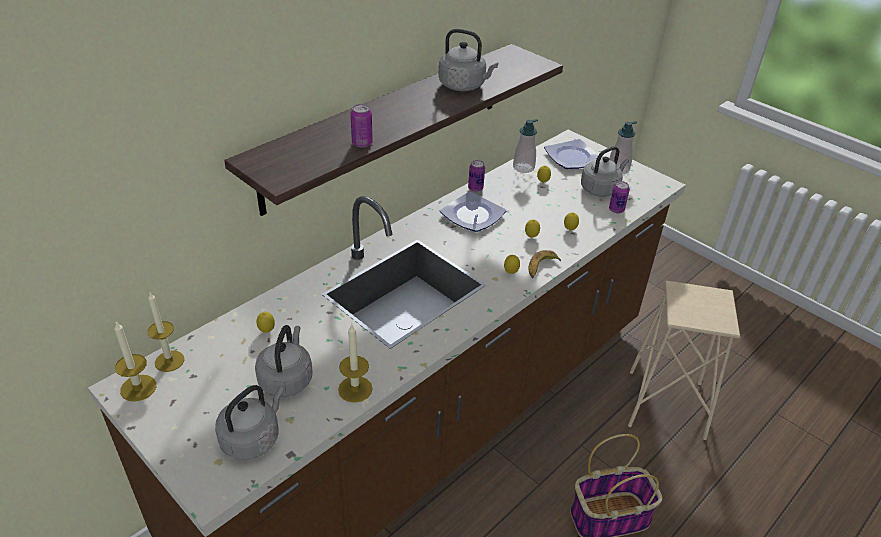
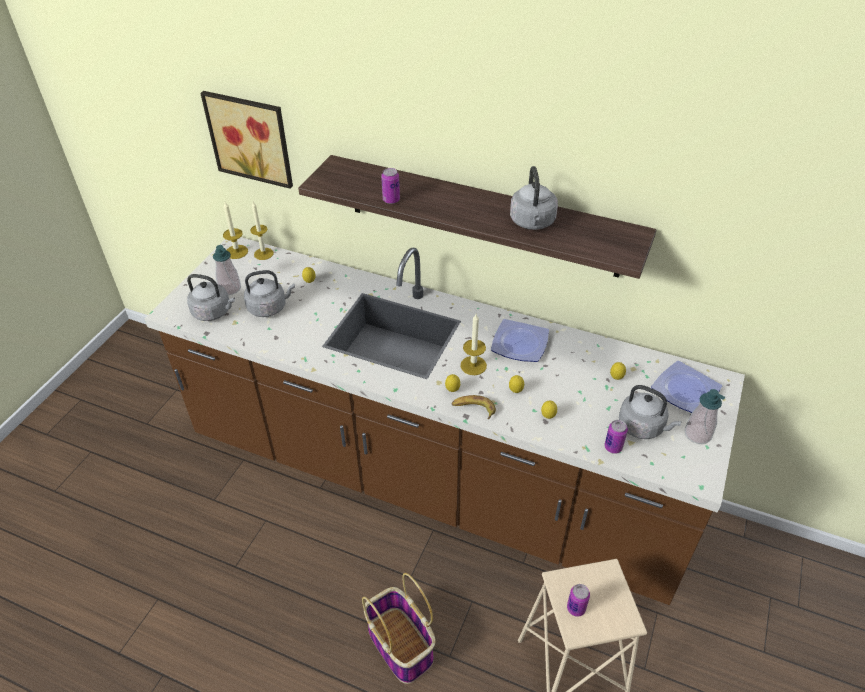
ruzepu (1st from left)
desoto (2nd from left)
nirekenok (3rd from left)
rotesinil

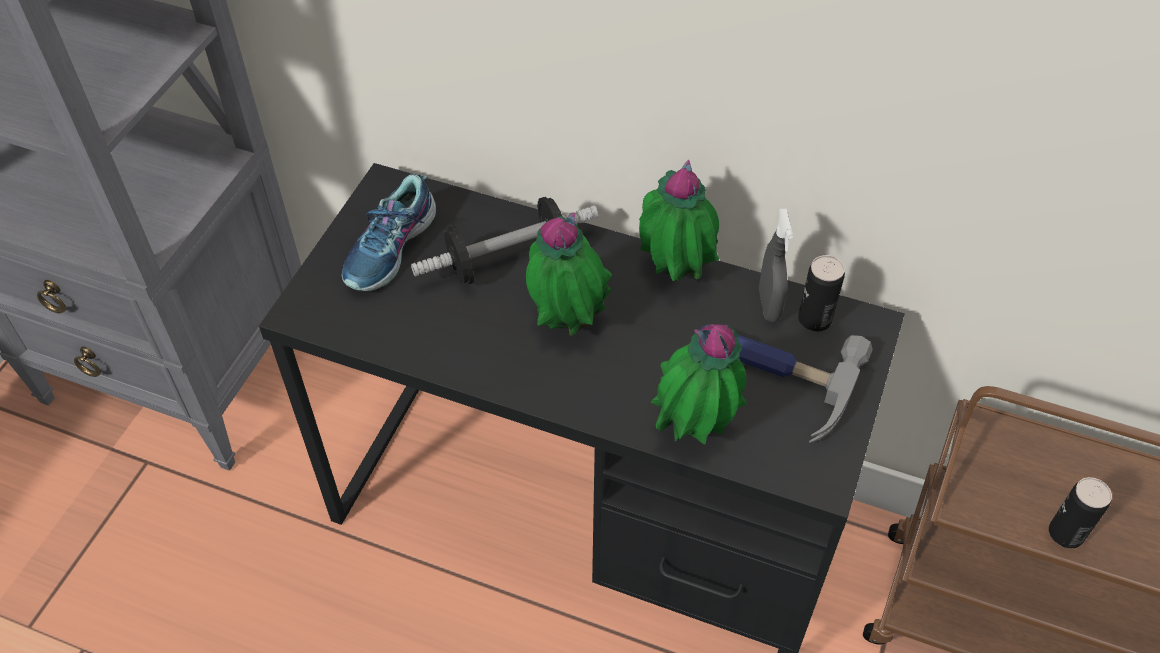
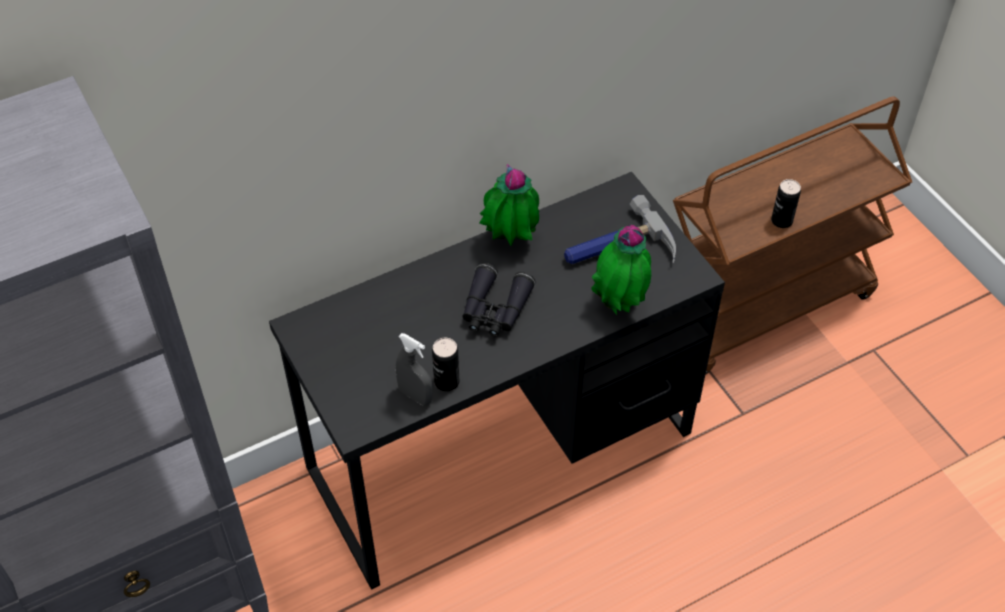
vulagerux
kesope
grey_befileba
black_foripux
desoto (1st from left)

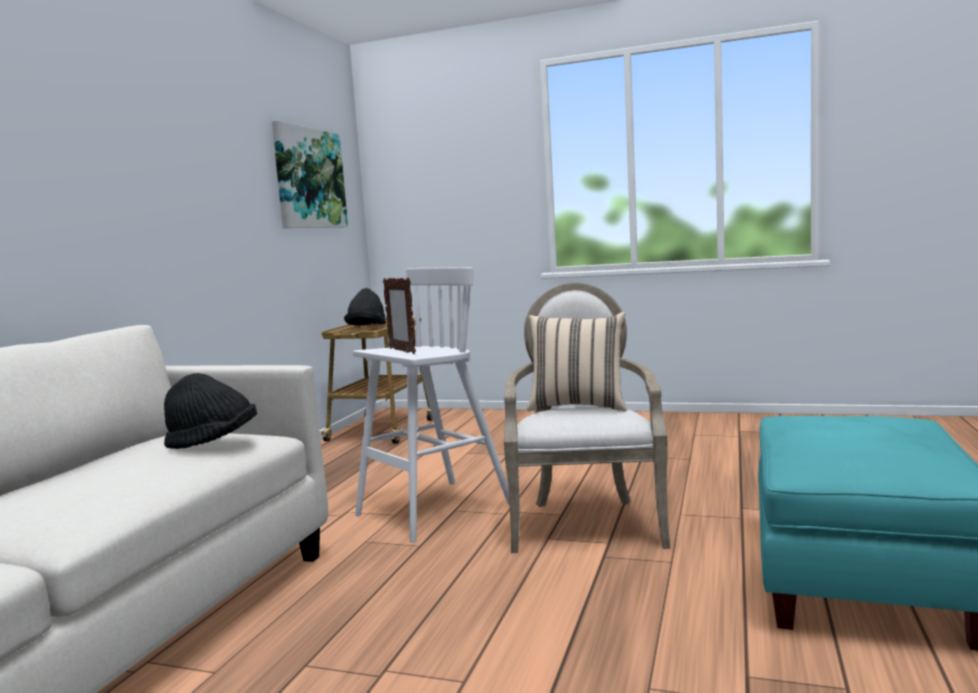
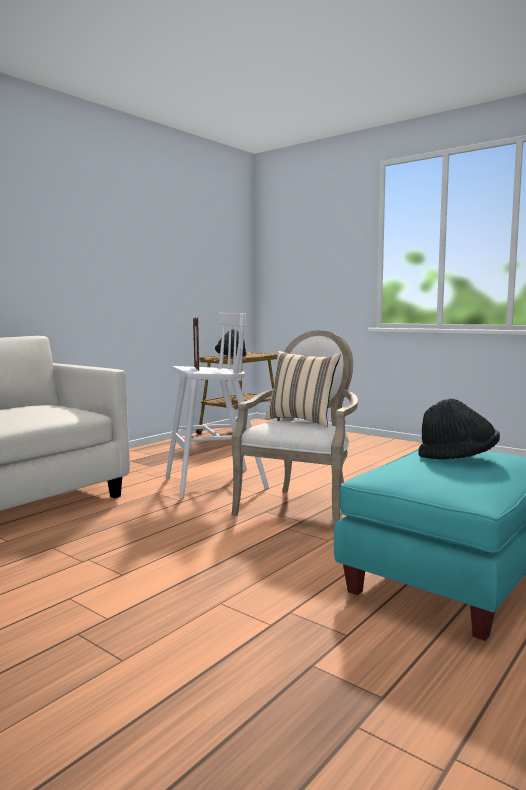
rotesinil
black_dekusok (2nd from left)

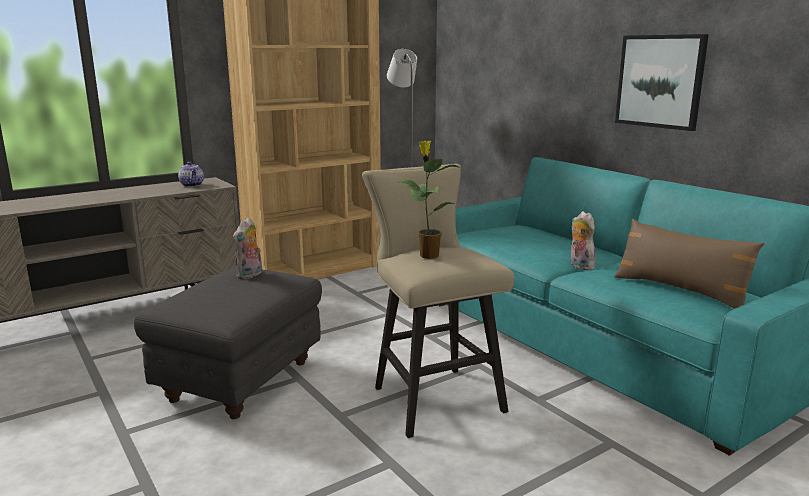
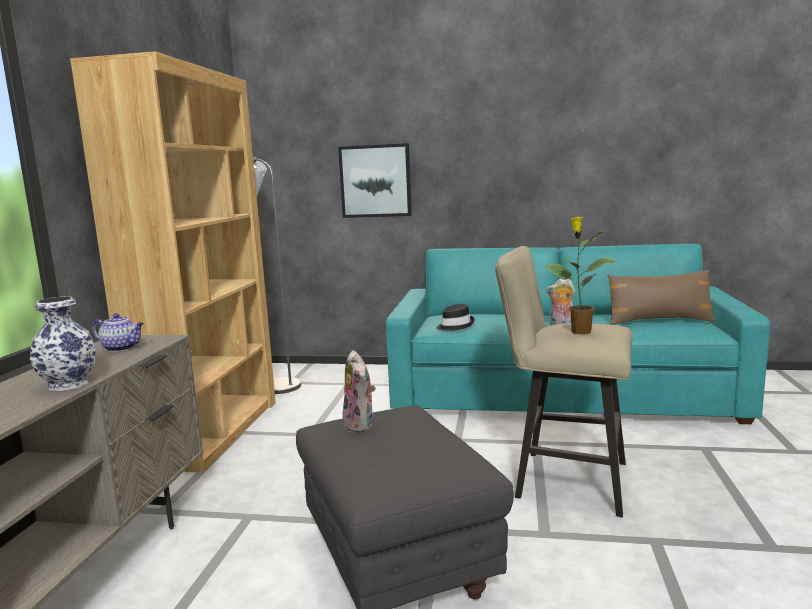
rotesinil
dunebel
black_dekusok

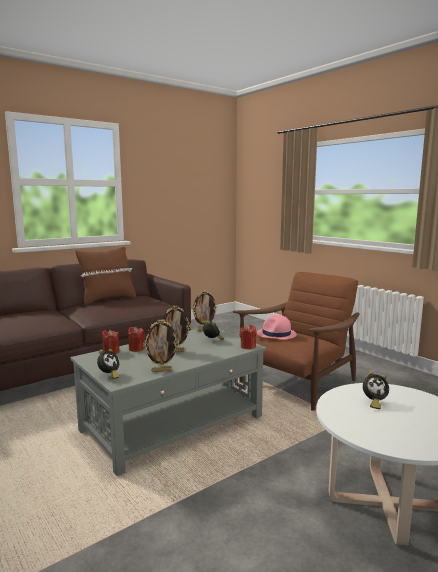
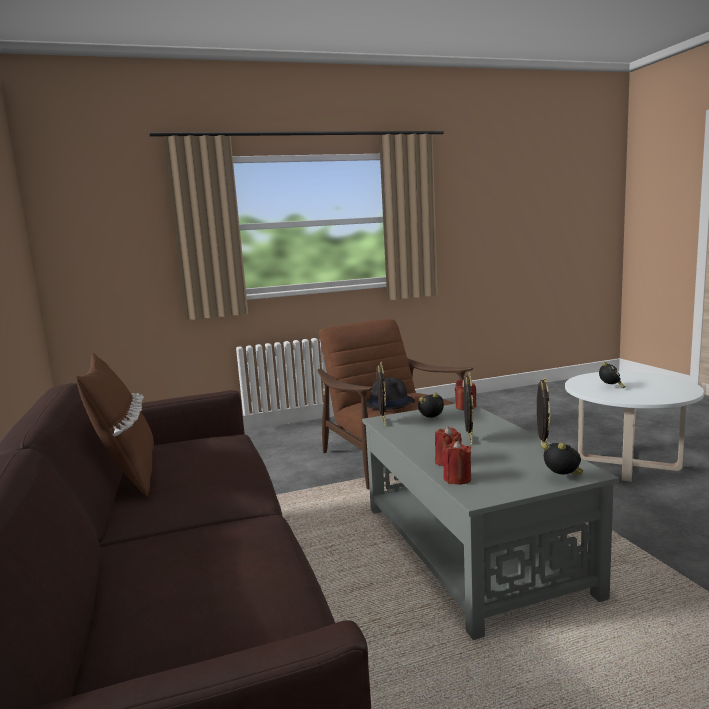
black_dekusok

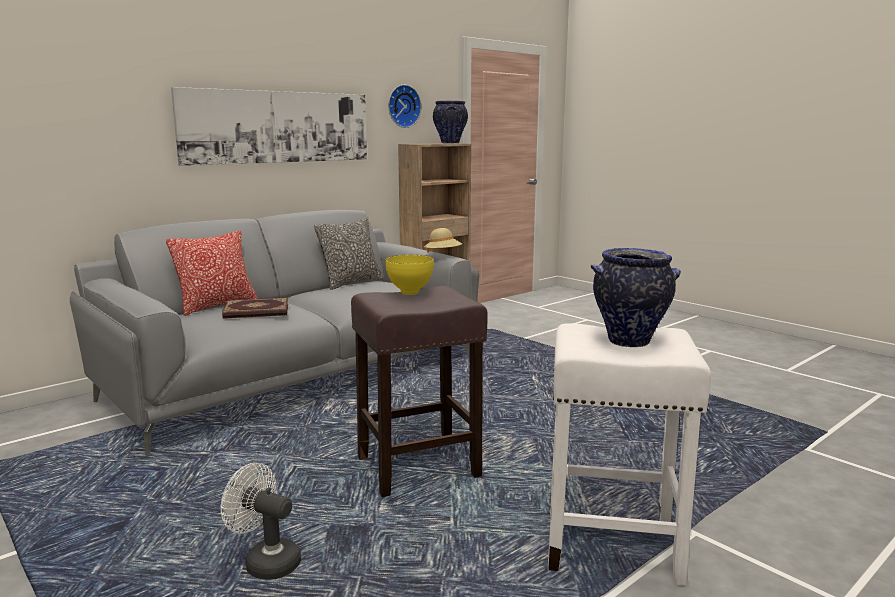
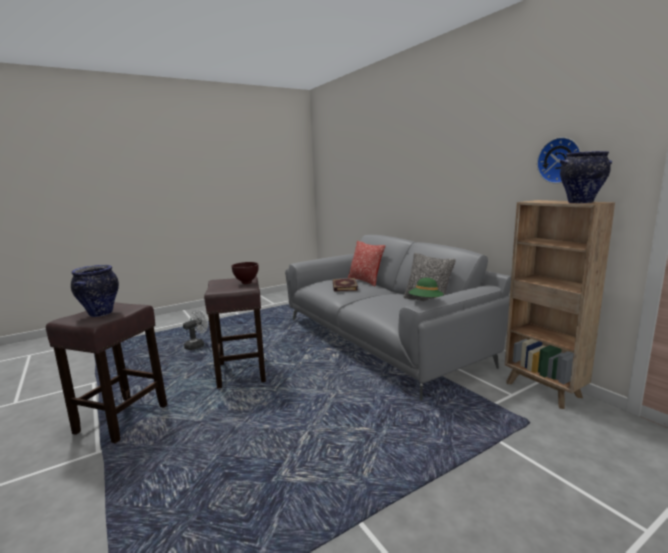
rotesinil
green_dekusok
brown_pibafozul
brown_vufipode (1st from left)

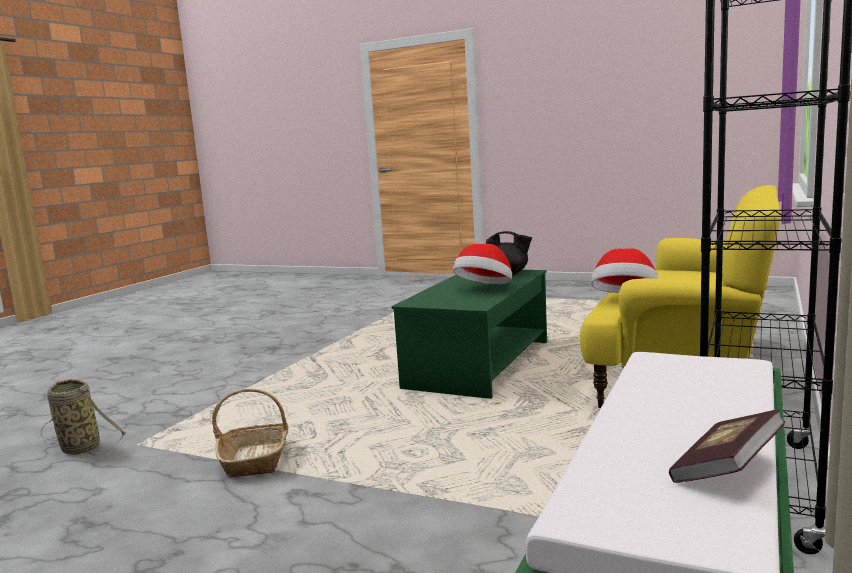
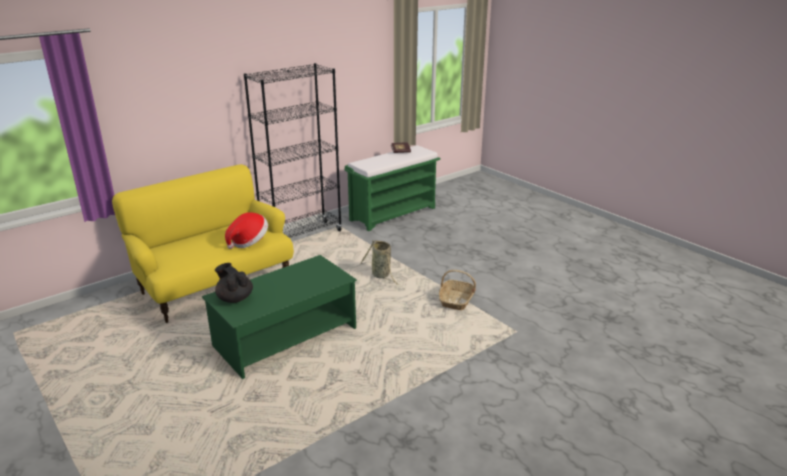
dekusok (1st from left in the first image)
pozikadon (1st from left)

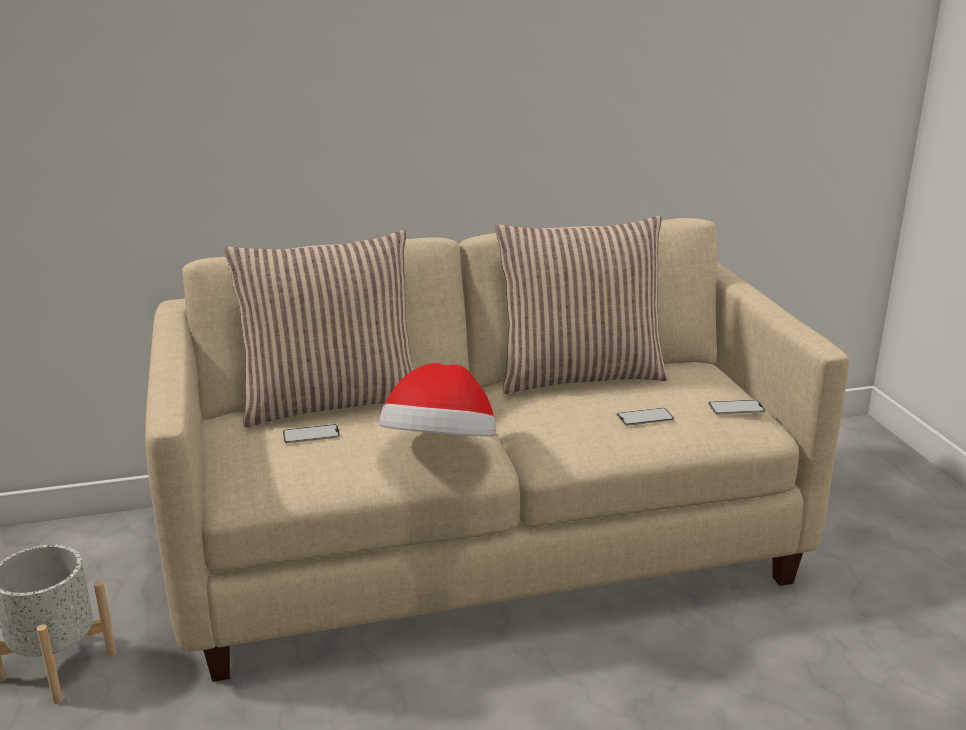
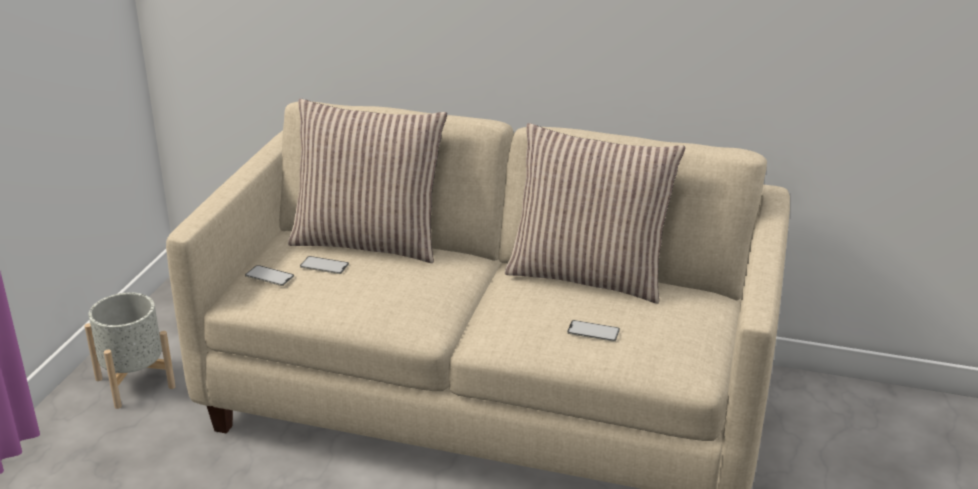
dekusok
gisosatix (1st from left)

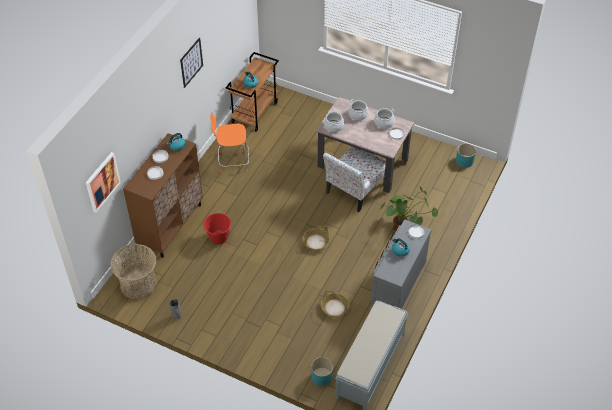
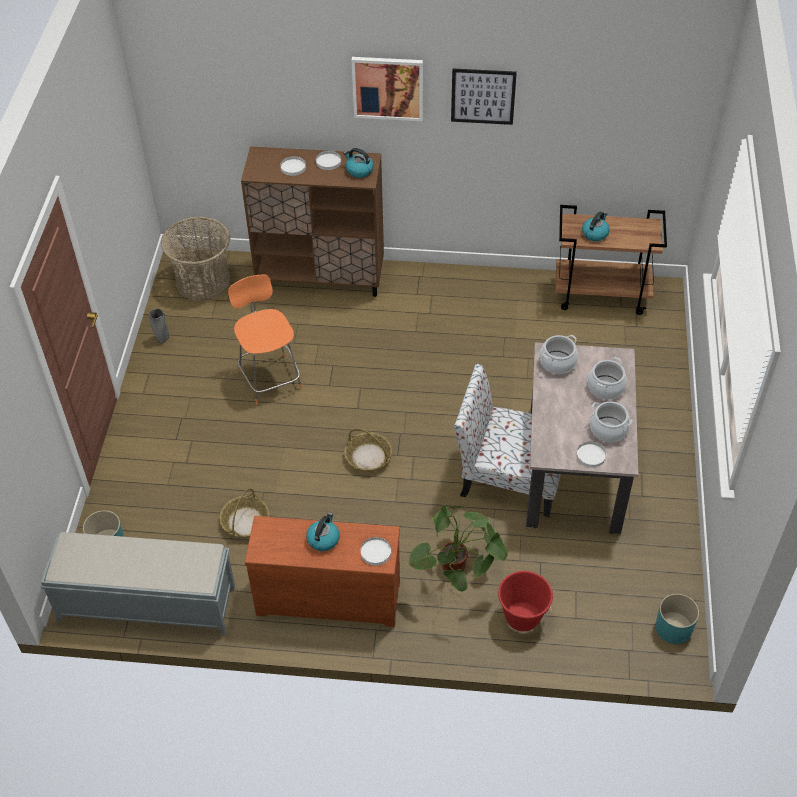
orange_vufipode
rotesinil (1st from left)
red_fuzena
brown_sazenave

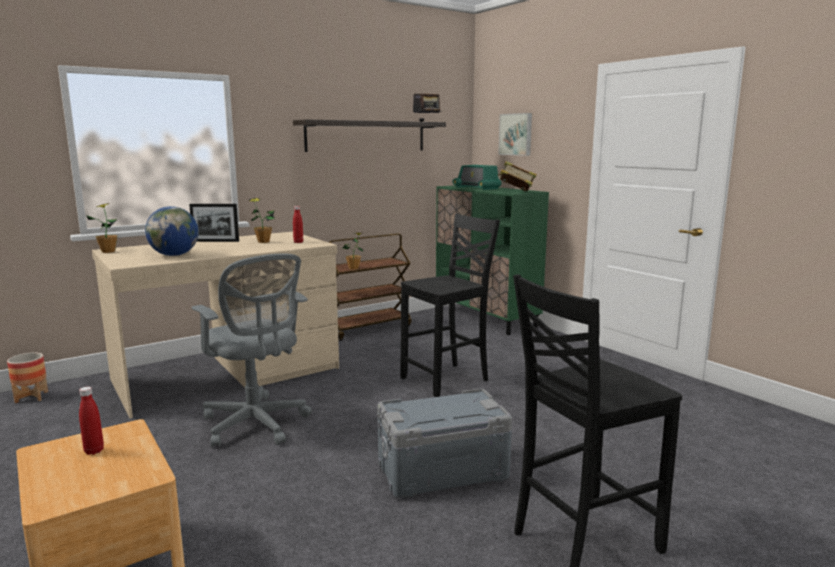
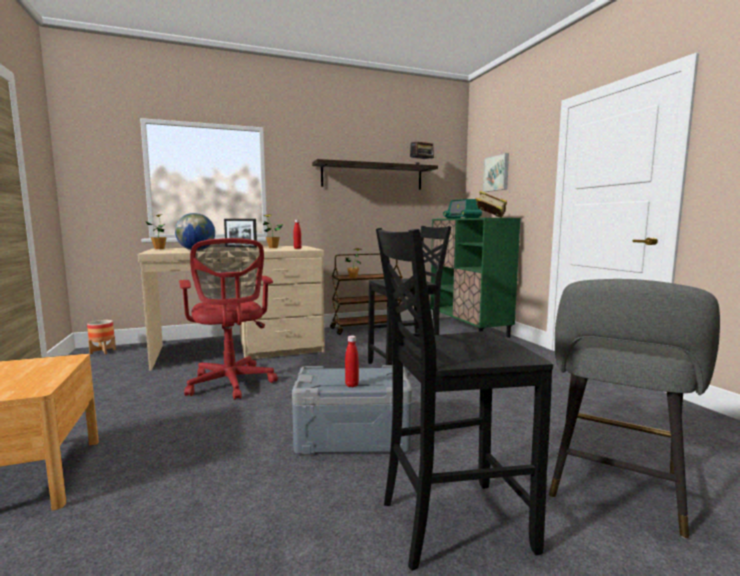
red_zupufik
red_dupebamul (2nd from left)
grey_vufipode

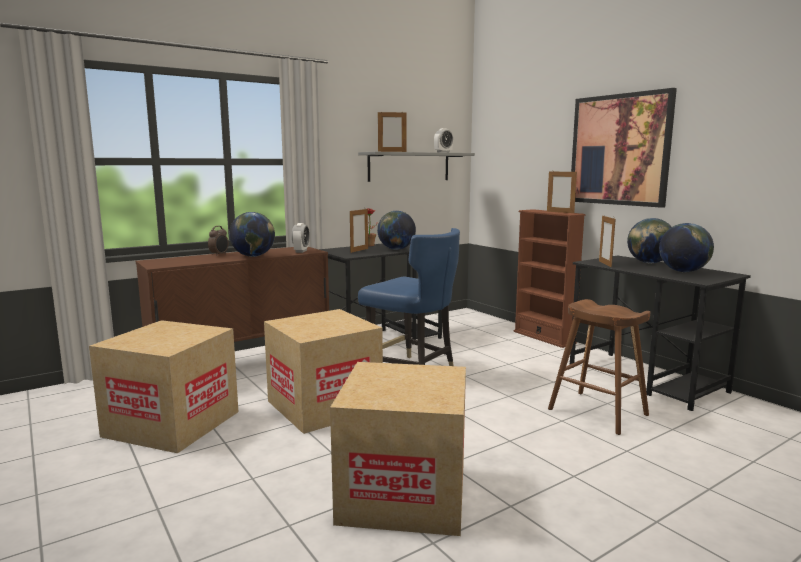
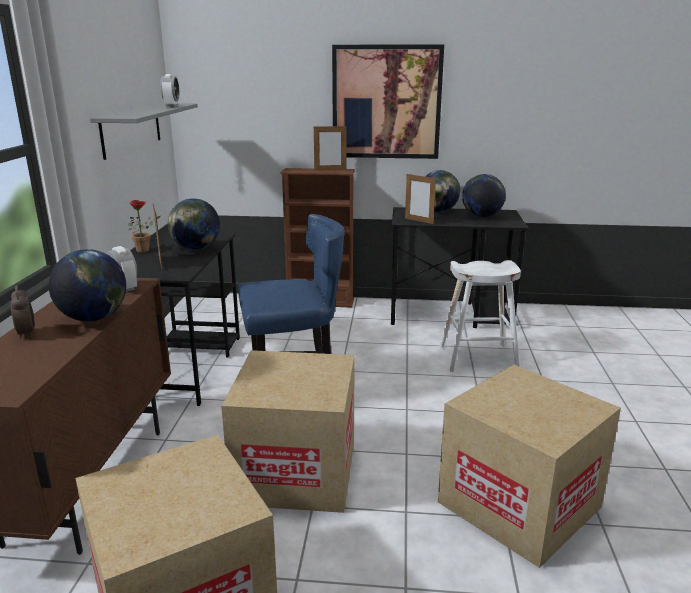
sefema (2nd from left in the first image)
white_vufipode

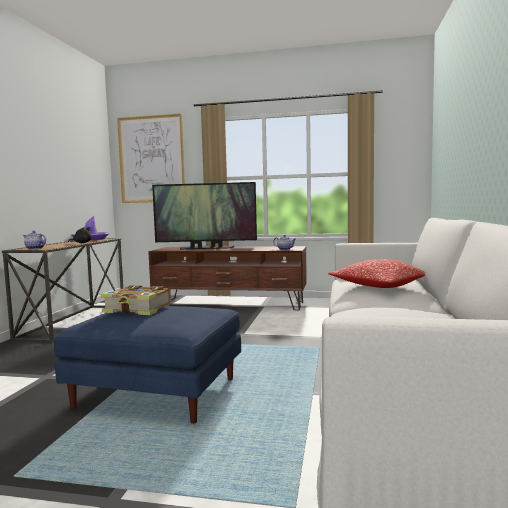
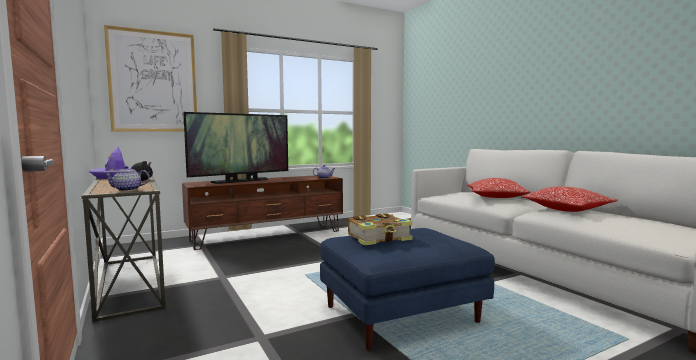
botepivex (2nd from left)

